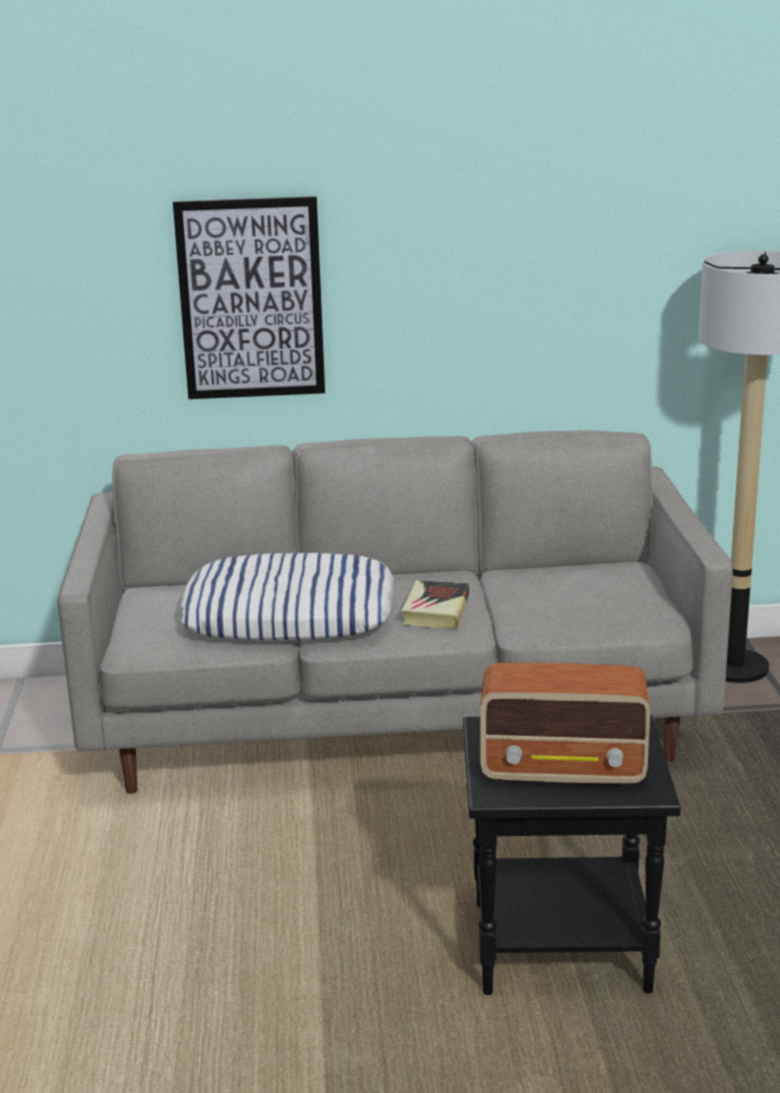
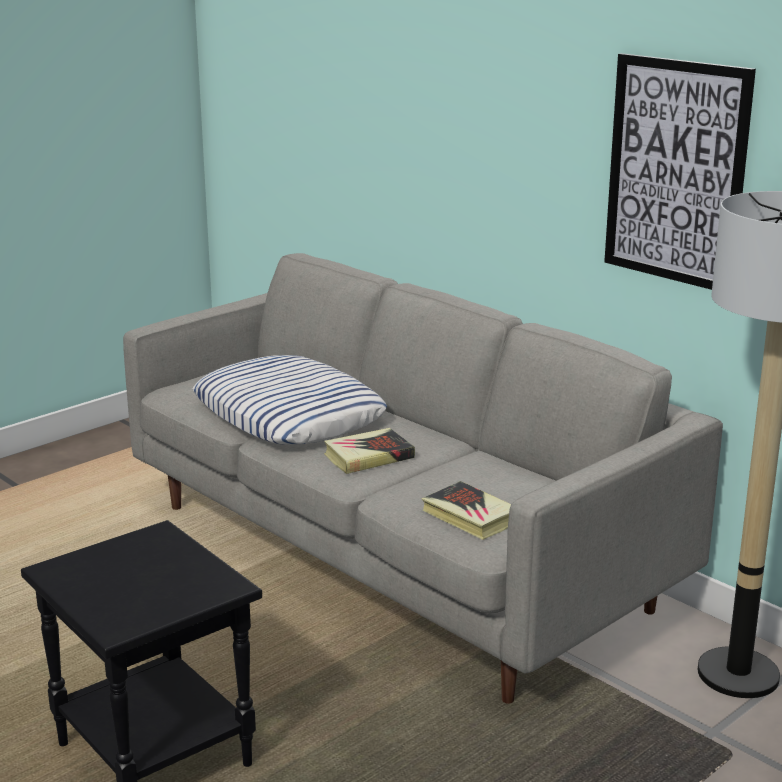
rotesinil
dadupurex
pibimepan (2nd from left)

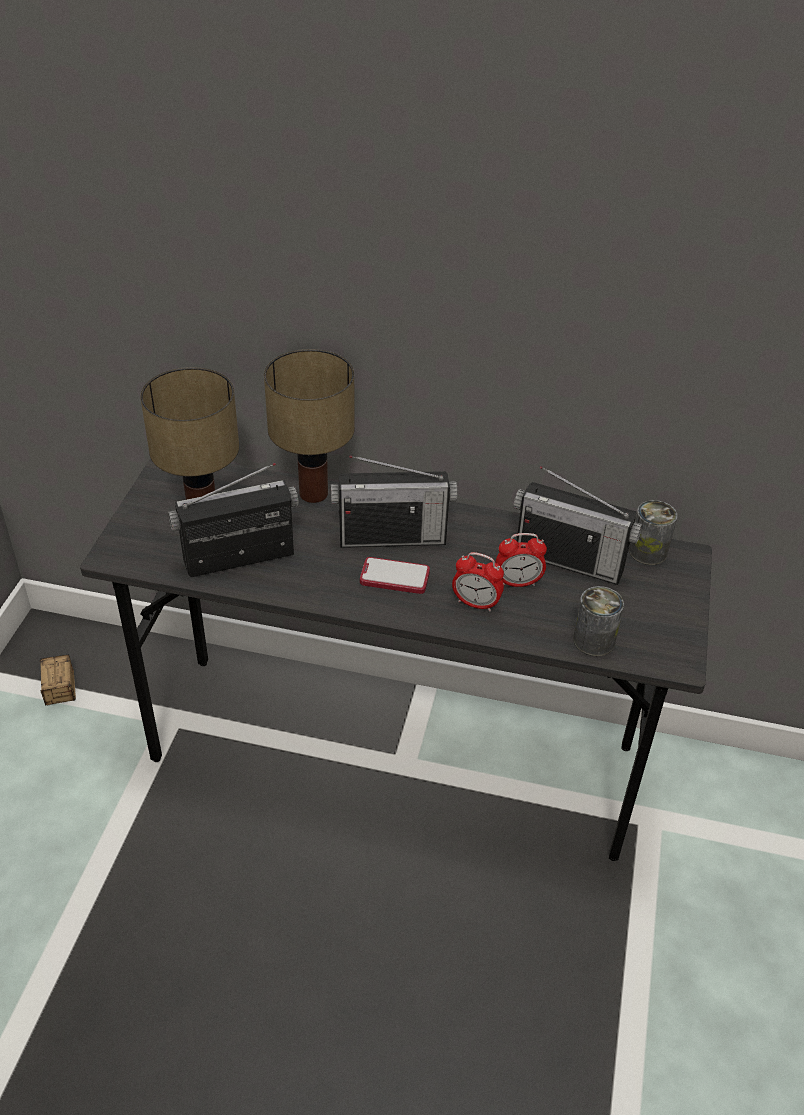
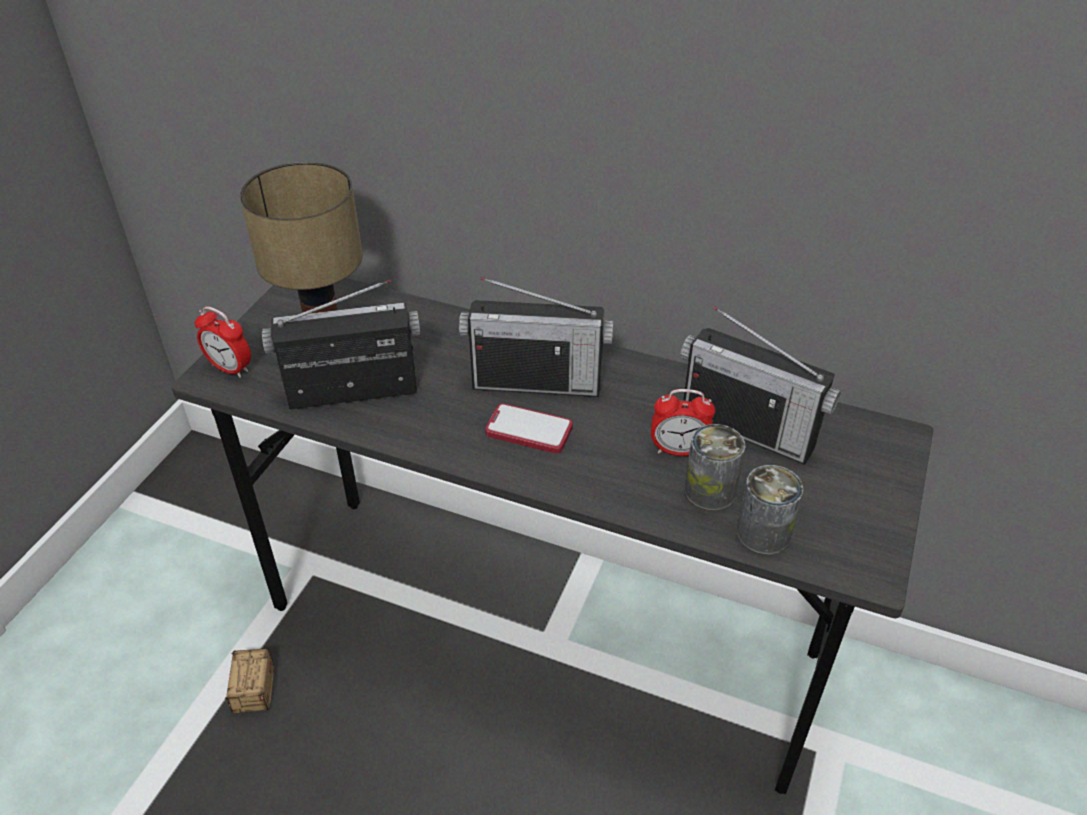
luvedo (2nd from left in the first image)
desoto (1st from left)
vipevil (1st from left)
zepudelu

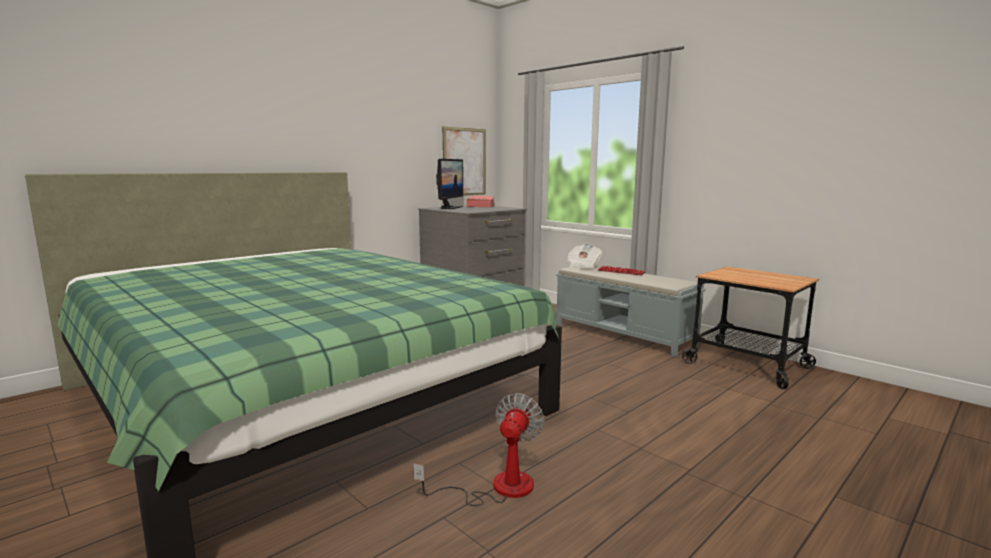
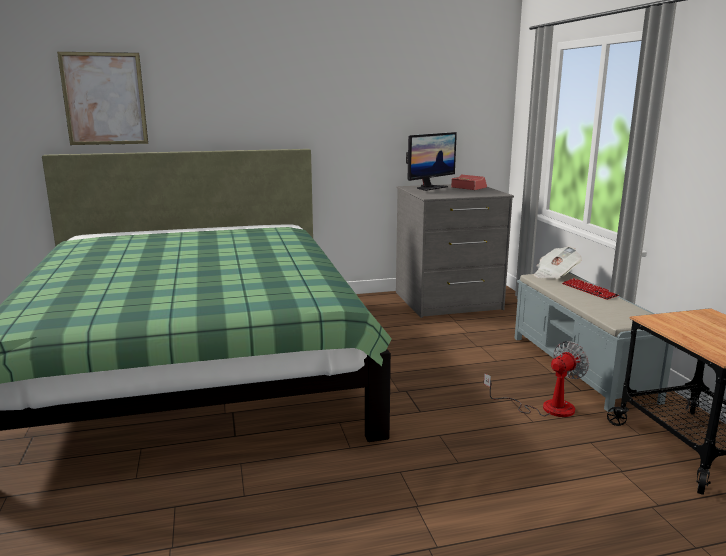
rotesinil
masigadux

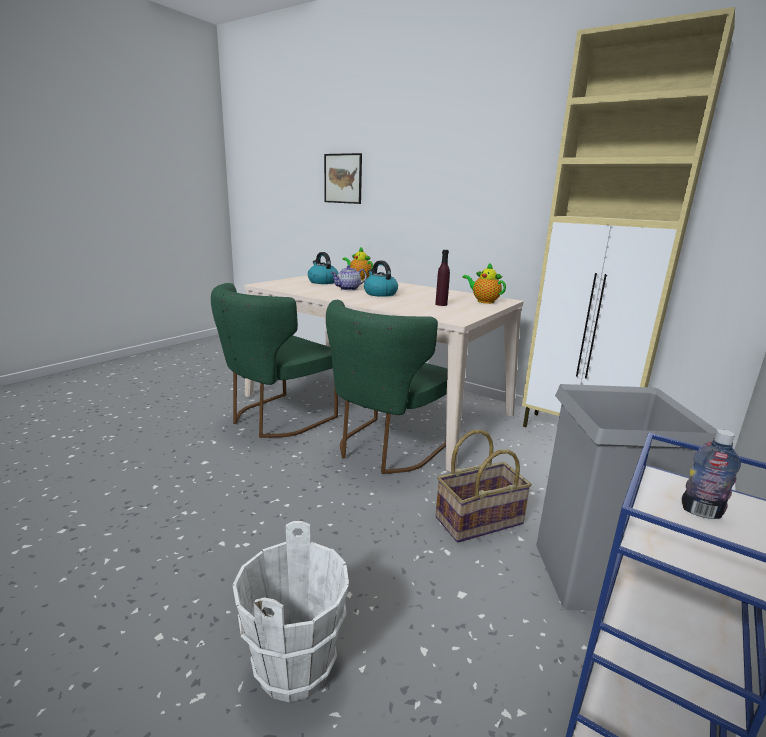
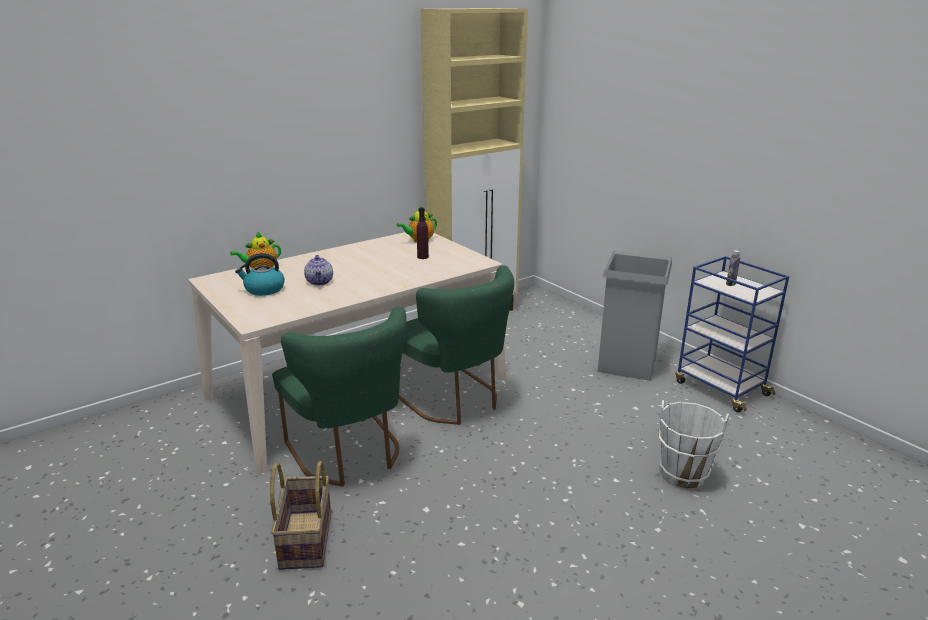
rotesinil
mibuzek (2nd from left in the first image)
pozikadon

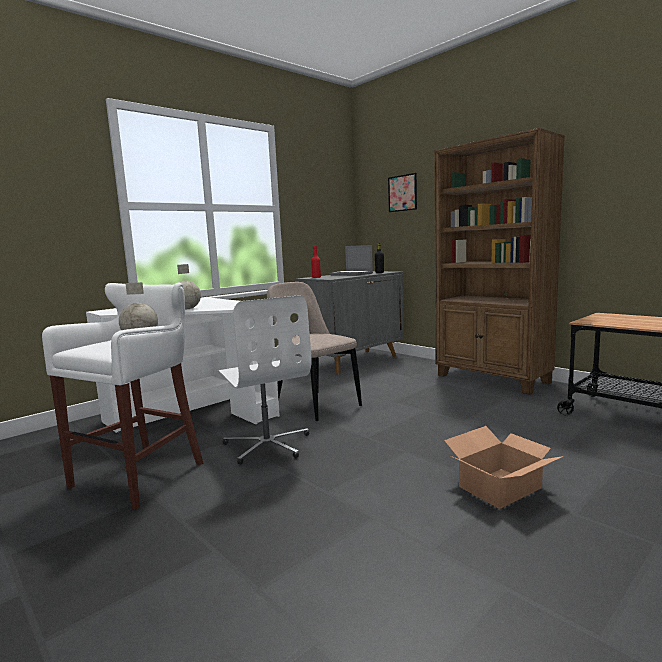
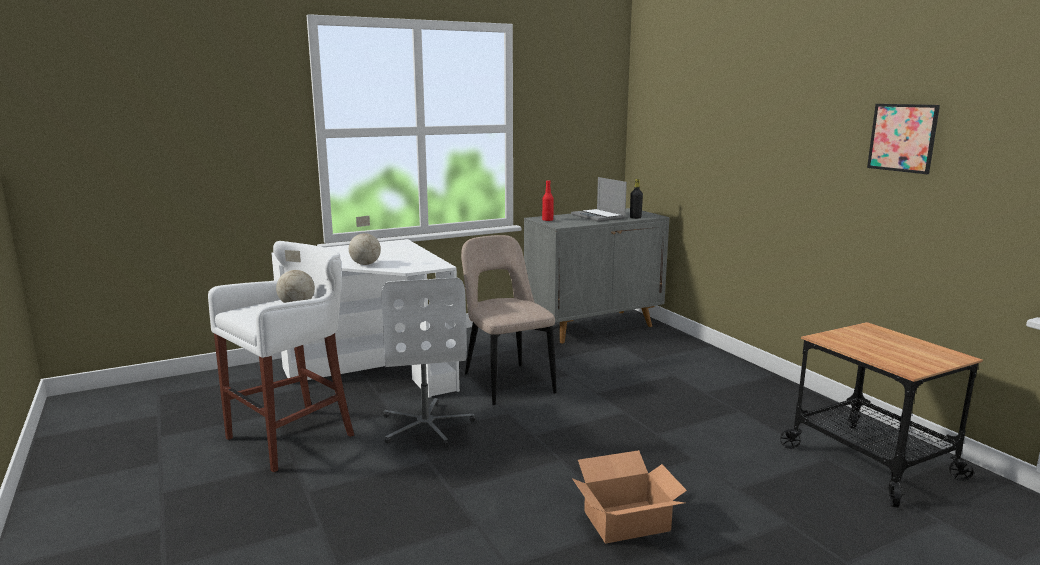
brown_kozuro
rotesinil

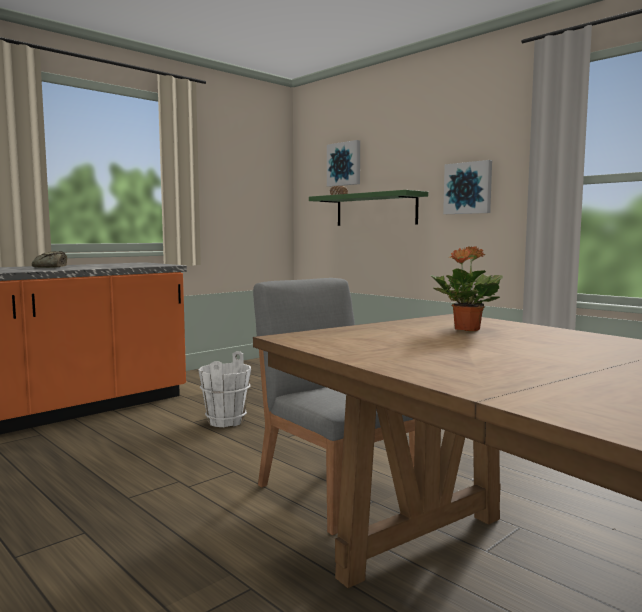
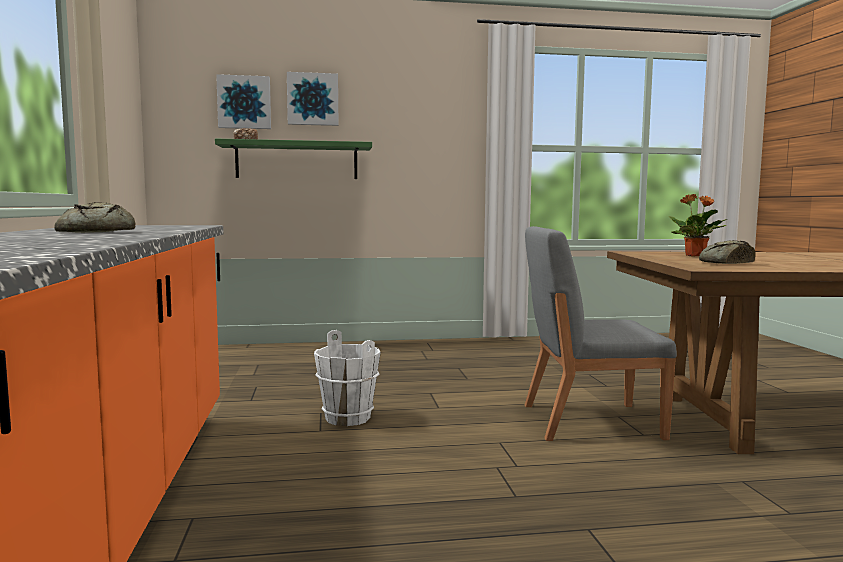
rotesinil (2nd from left)
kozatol (3rd from left)

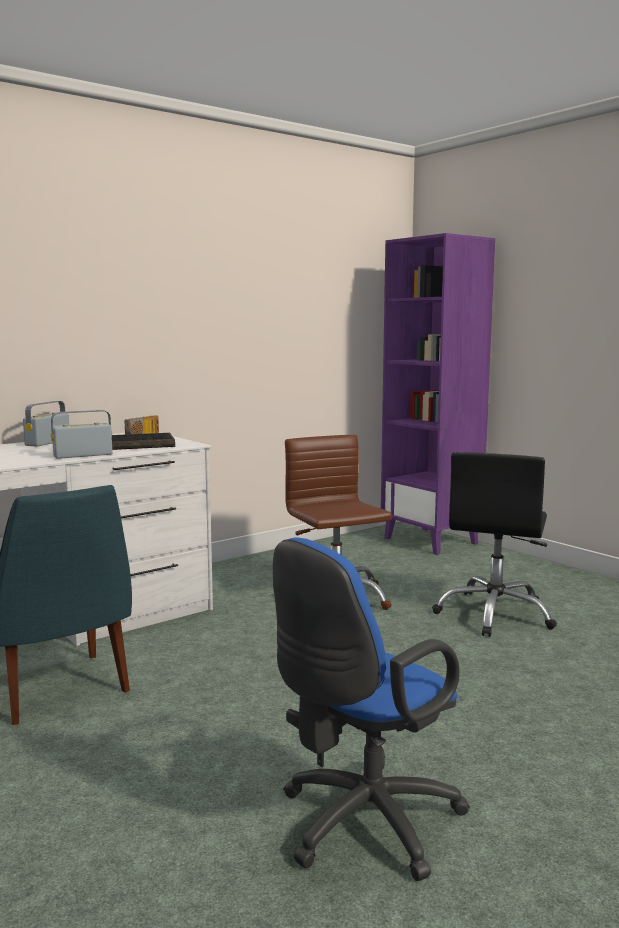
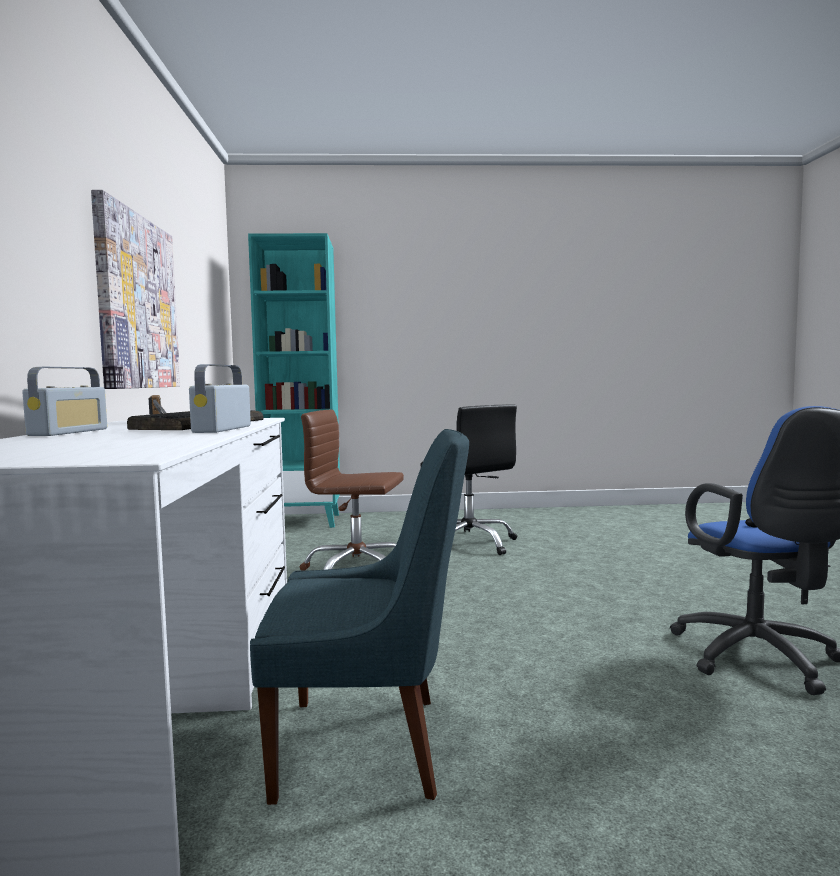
turquoise_kozuro
dadupurex (1st from left)
rotesinil

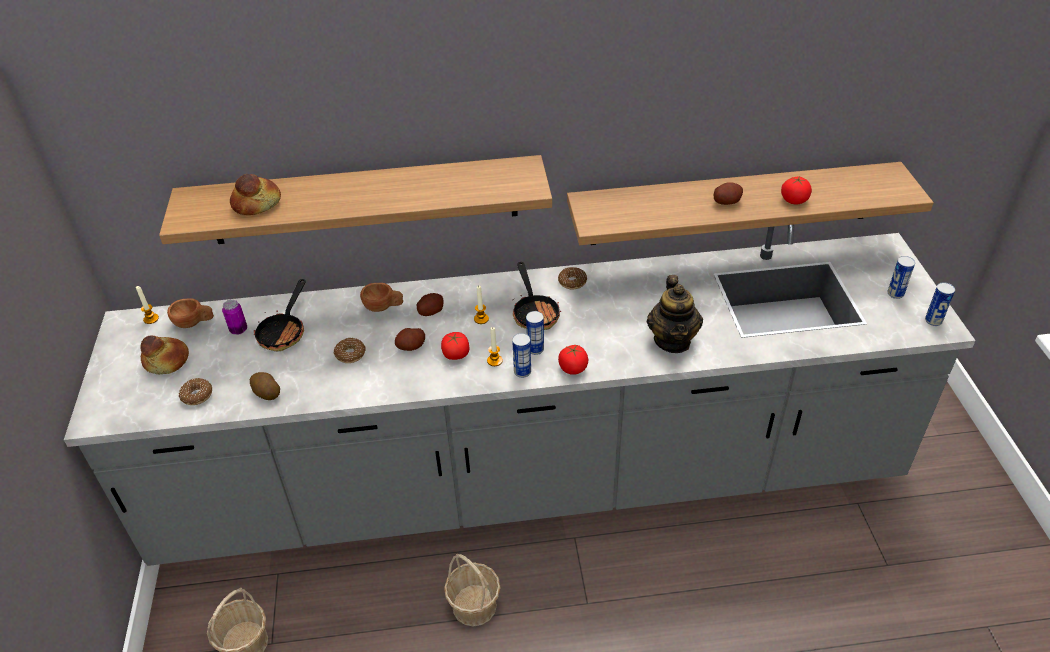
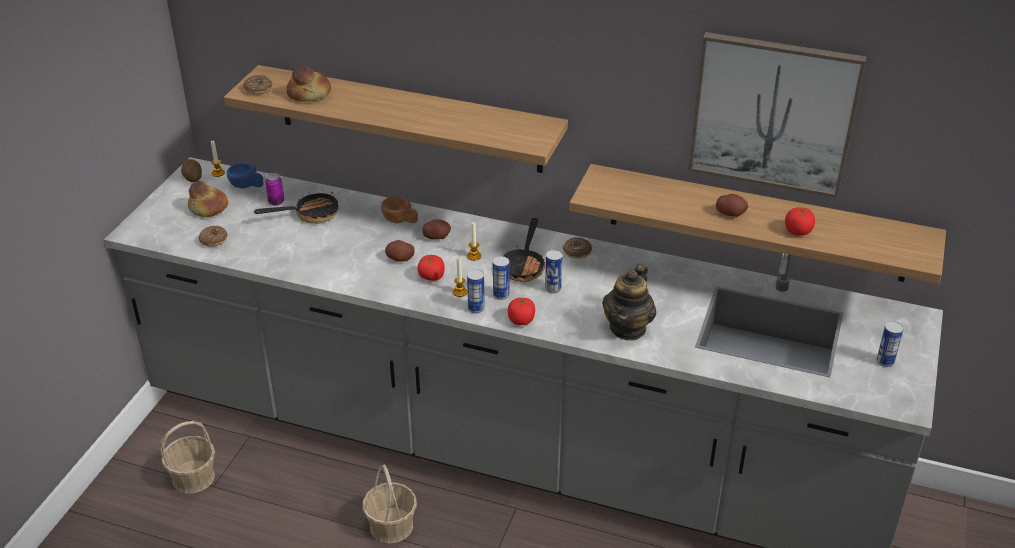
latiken (1st from left)
desoto (4th from left)
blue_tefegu
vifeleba (2nd from left)
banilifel (1st from left)
rotesinil

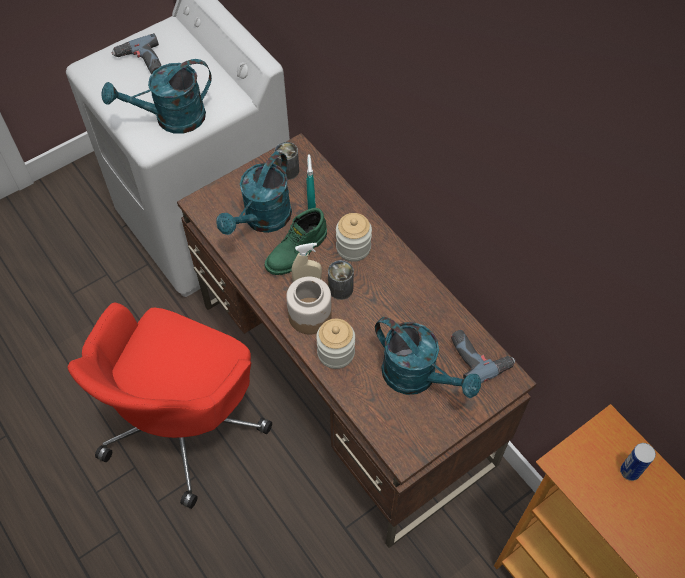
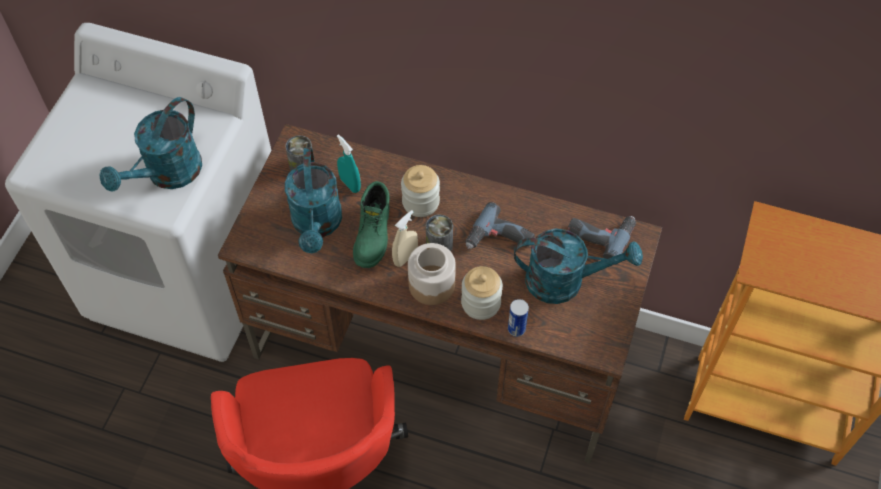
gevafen (1st from left)
desoto (3rd from left)

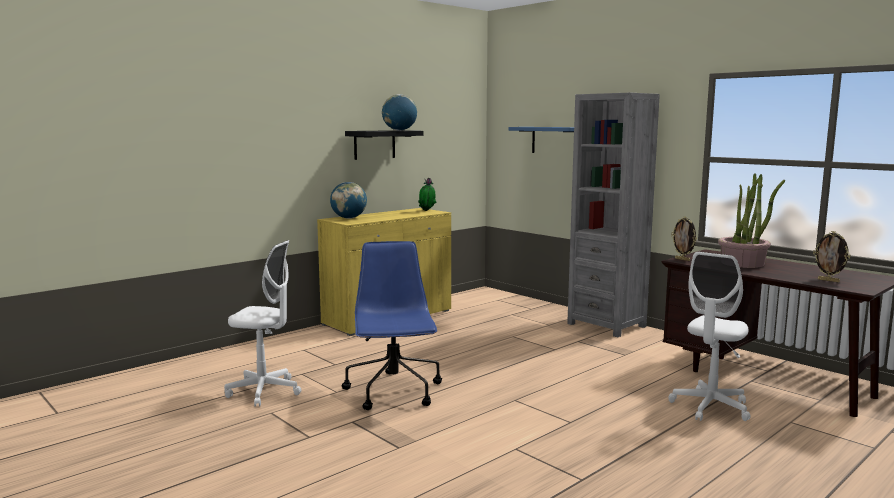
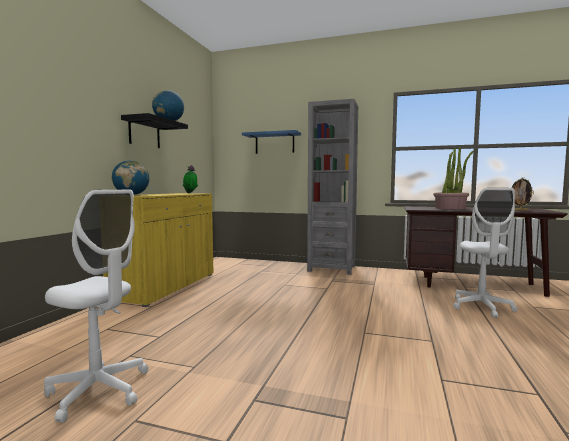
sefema (1st from left in the first image)
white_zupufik (1st from left)
blue_zupufik

